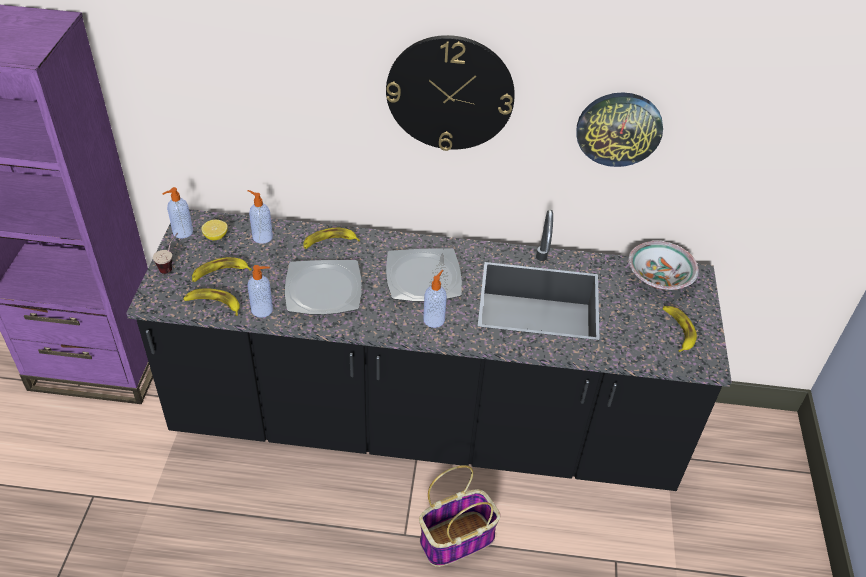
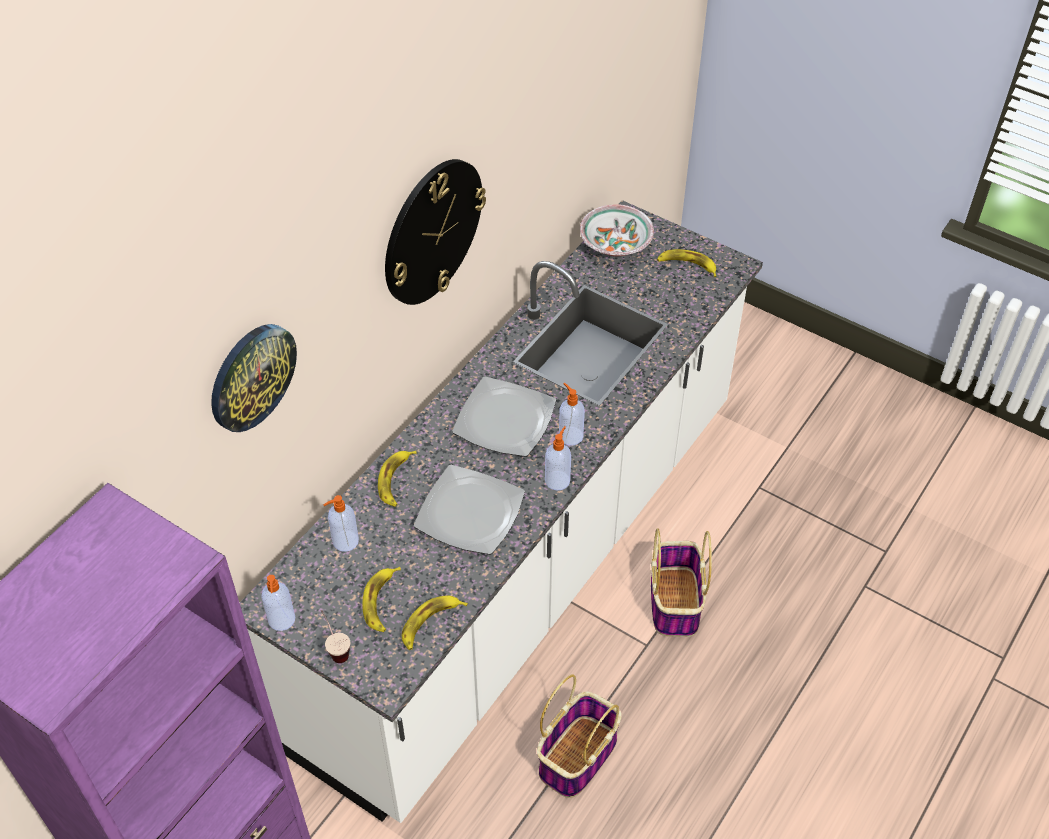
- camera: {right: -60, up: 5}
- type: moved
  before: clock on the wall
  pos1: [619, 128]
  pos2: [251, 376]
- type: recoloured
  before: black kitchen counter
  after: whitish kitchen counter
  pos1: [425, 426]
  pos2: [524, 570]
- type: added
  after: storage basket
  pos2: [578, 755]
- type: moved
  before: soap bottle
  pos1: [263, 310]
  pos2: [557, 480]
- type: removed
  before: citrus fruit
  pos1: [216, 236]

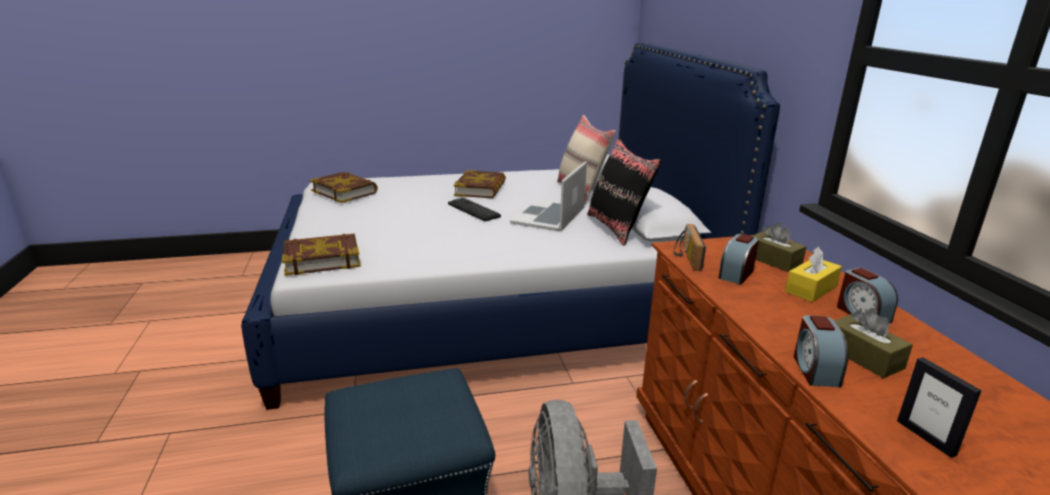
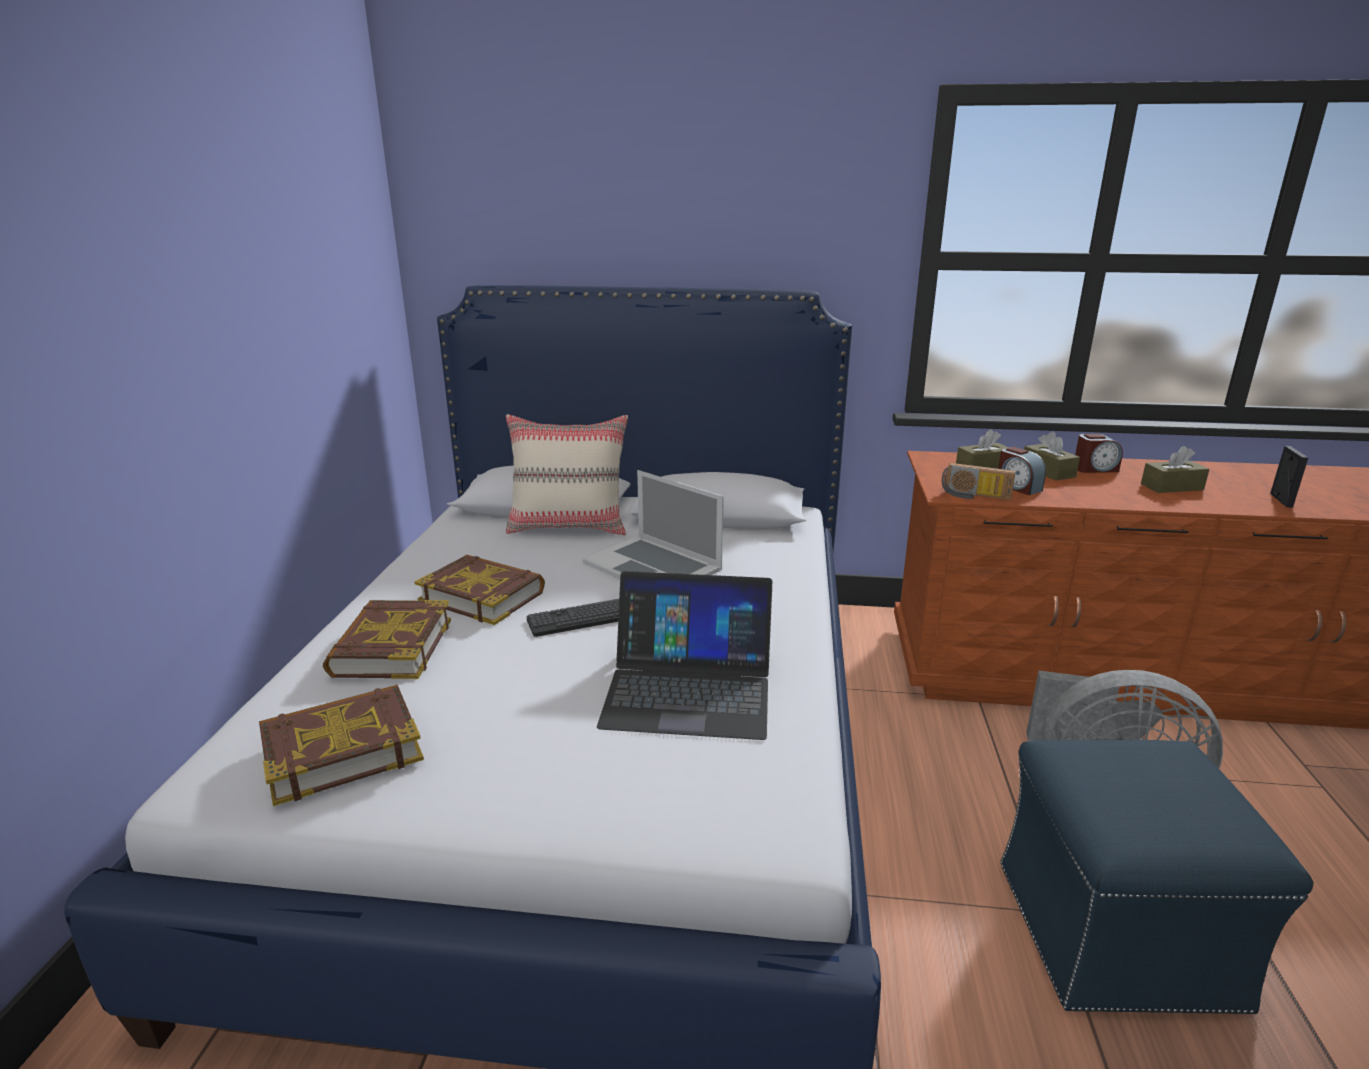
- camera: {right: -70, up: 0}
- type: moved
  before: volume
  pos1: [322, 259]
  pos2: [391, 647]
- type: added
  after: portable computer
  pos2: [688, 689]
- type: recoloured
  before: yellow tissue holder
  after: brown-coloured tissue holder
  pos1: [811, 289]
  pos2: [1048, 471]
- type: turned
  before: picture frame
  pos1: [926, 437]
  pos2: [1280, 500]
  turn: -75
- type: removed
  before: black pillow
  pos1: [617, 228]
- type: removed
  before: table clock
  pos1: [815, 369]

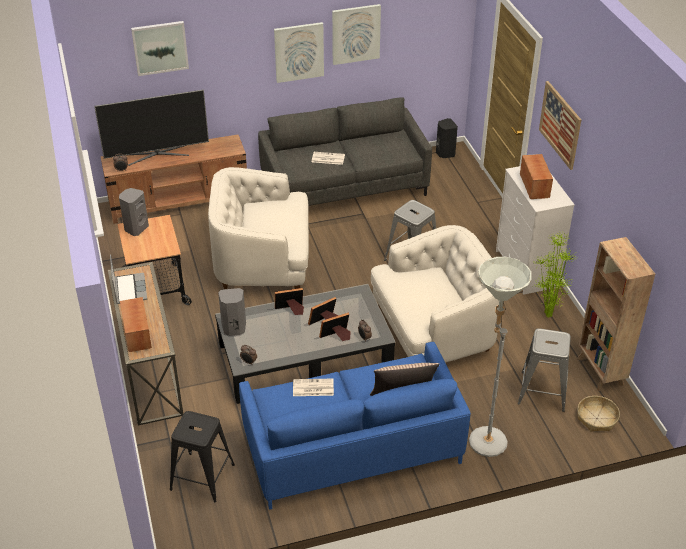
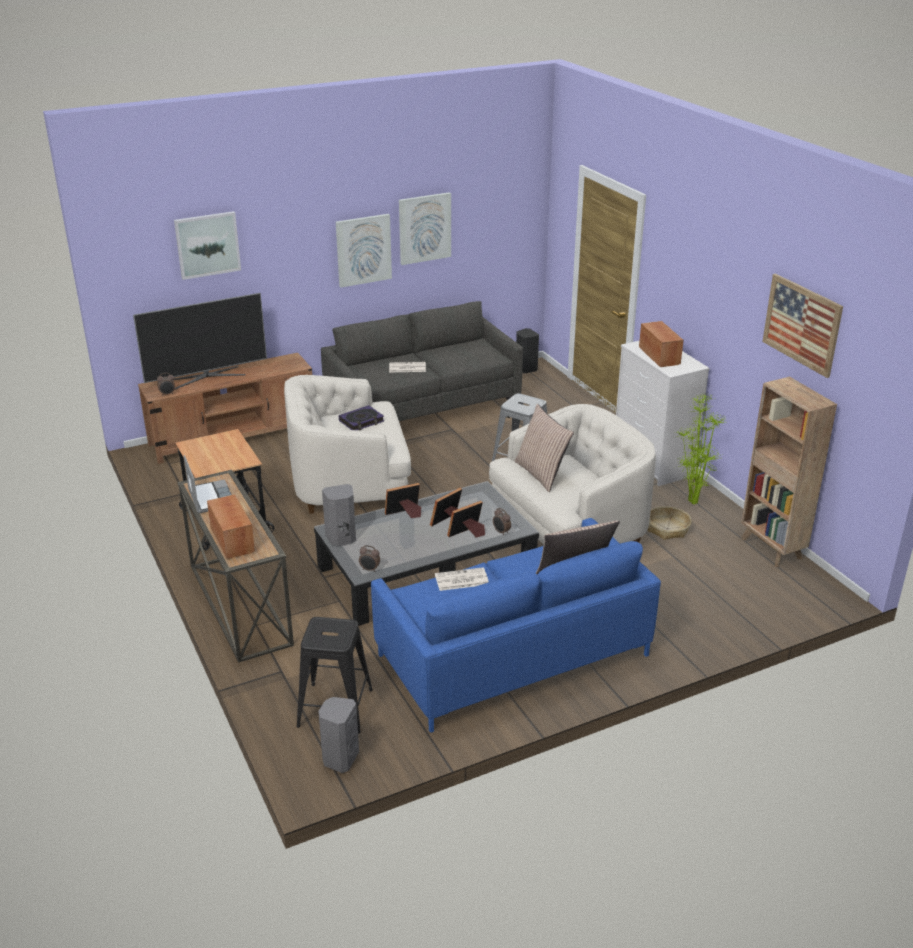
- camera: {right: -10, up: -10}
- type: moved
  before: grey speaker
  pos1: [136, 228]
  pos2: [339, 758]
- type: added
  after: volume
  pos2: [361, 421]
- type: added
  after: pillow
  pos2: [541, 474]
- type: moved
  before: storage basket
  pos1: [597, 418]
  pos2: [667, 529]
- type: moved
  before: wall art
  pos1: [560, 124]
  pos2: [802, 324]
- type: removed
  before: grey standing lamp
  pos1: [484, 436]
- type: removed
  before: grey sitting stool
  pos1: [542, 391]

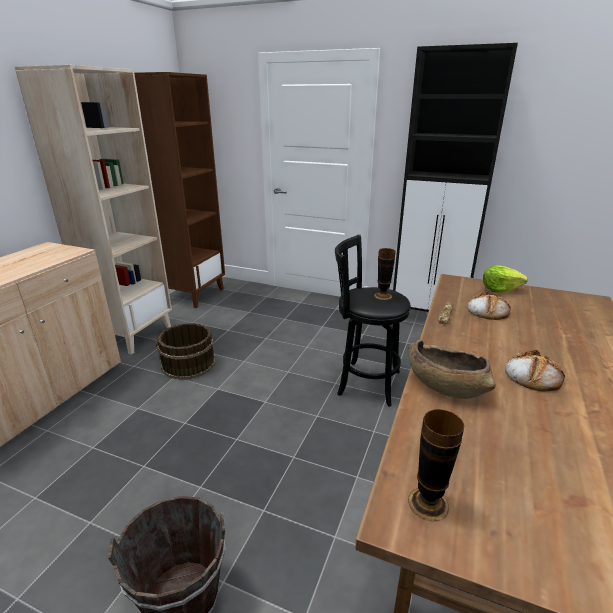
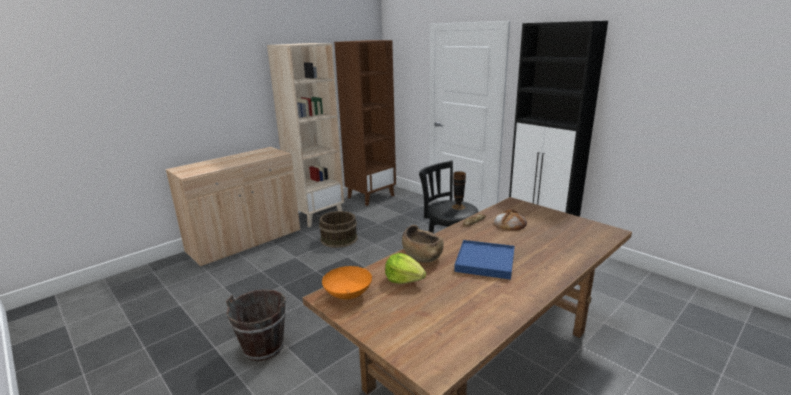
- camera: {right: 25, up: -5}
- type: replaced
  before: flower vase
  after: orangey bowl
  pos1: [428, 503]
  pos2: [347, 295]
- type: moved
  before: lettuce
  pos1: [499, 289]
  pos2: [404, 279]
- type: replaced
  before: bakery bread
  after: blue-coloured tray
  pos1: [532, 375]
  pos2: [485, 261]

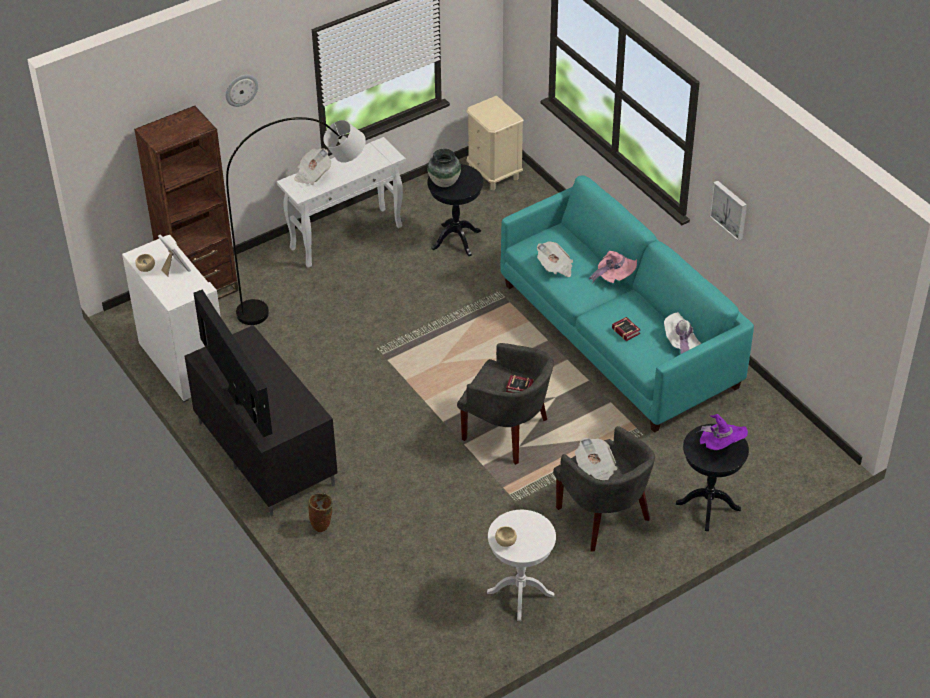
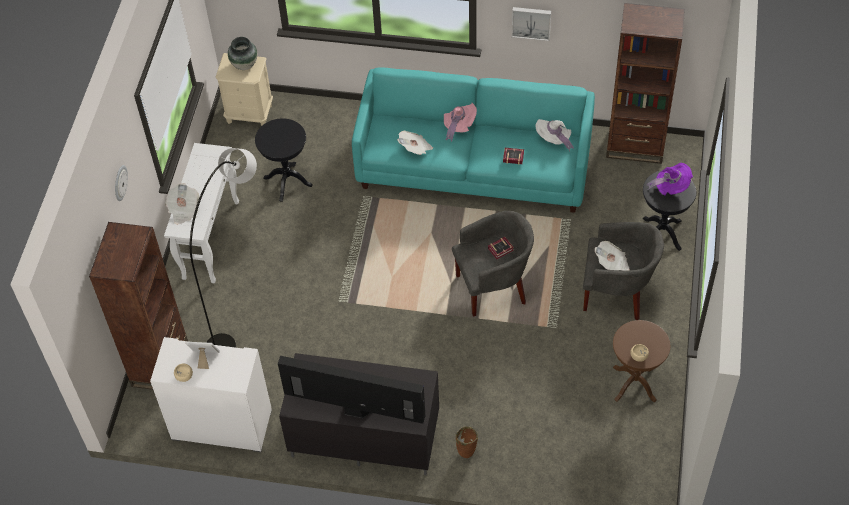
- camera: {right: -45, up: 10}
- type: moved
  before: flower vase
  pos1: [444, 183]
  pos2: [245, 65]
- type: added
  after: brown-coloured bookshelf
  pos2: [635, 146]
- type: recoloured
  before: whitish accent table
  after: brown-coloured accent table
  pos1: [520, 593]
  pos2: [634, 384]

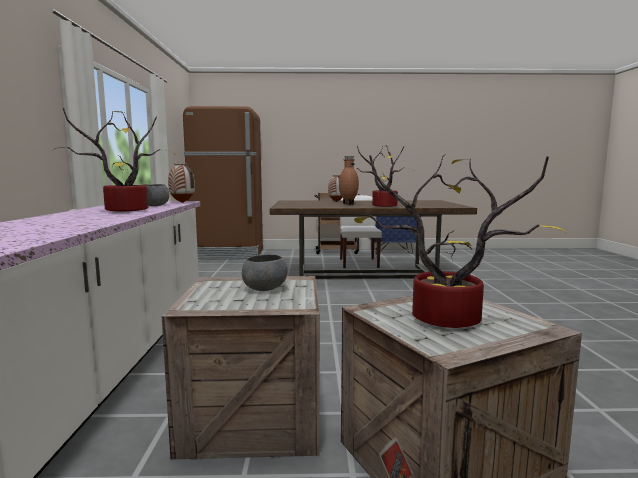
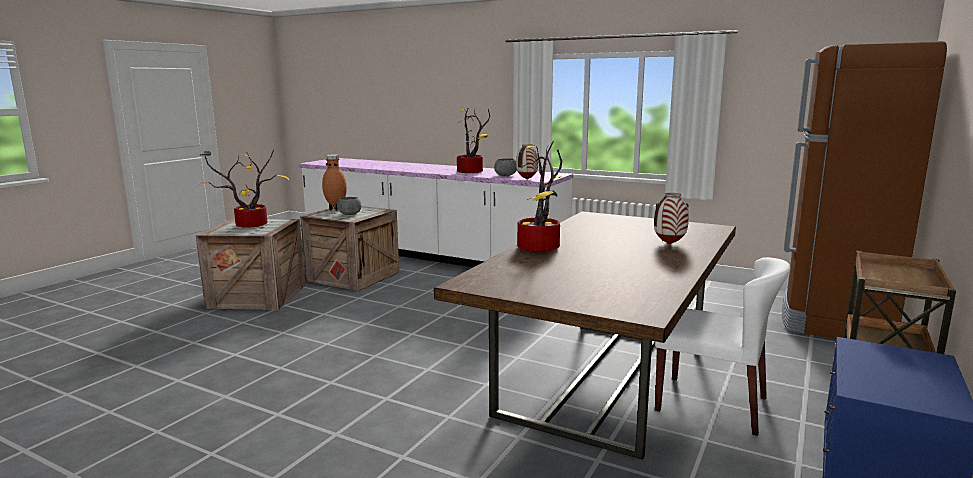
- camera: {right: 120, up: 5}
- type: moved
  before: brown-coloured flower vase
  pos1: [348, 204]
  pos2: [336, 209]

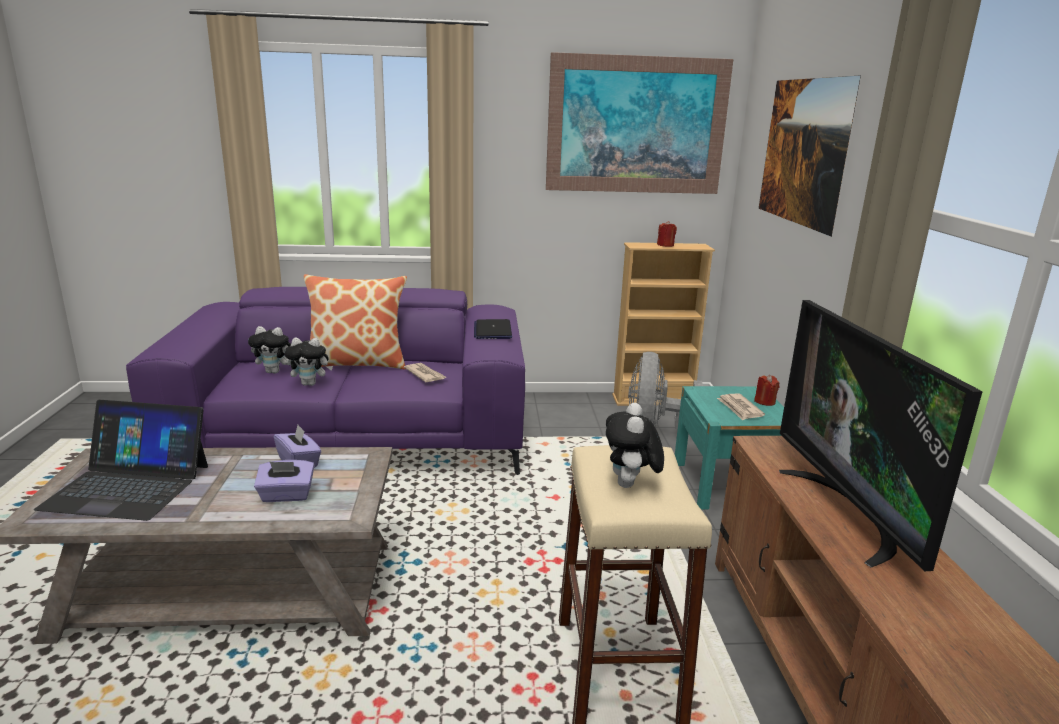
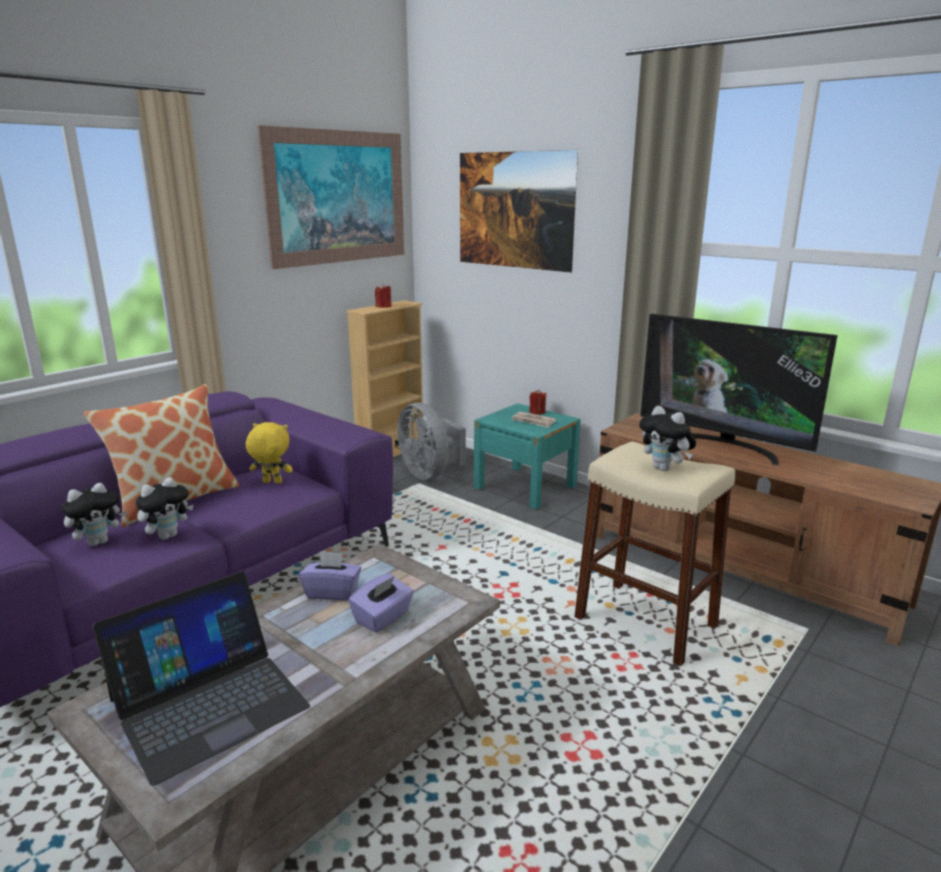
- camera: {right: -45, up: 0}
- type: replaced
  before: newspaper
  after: yellow cuddly toy
  pos1: [425, 374]
  pos2: [271, 483]
- type: removed
  before: portable computer
  pos1: [492, 330]

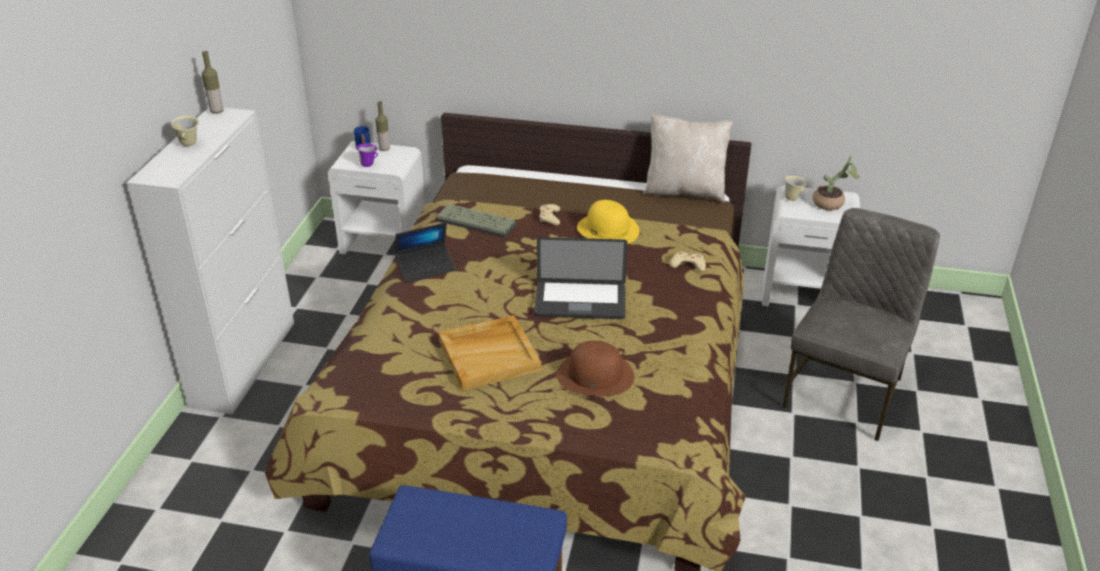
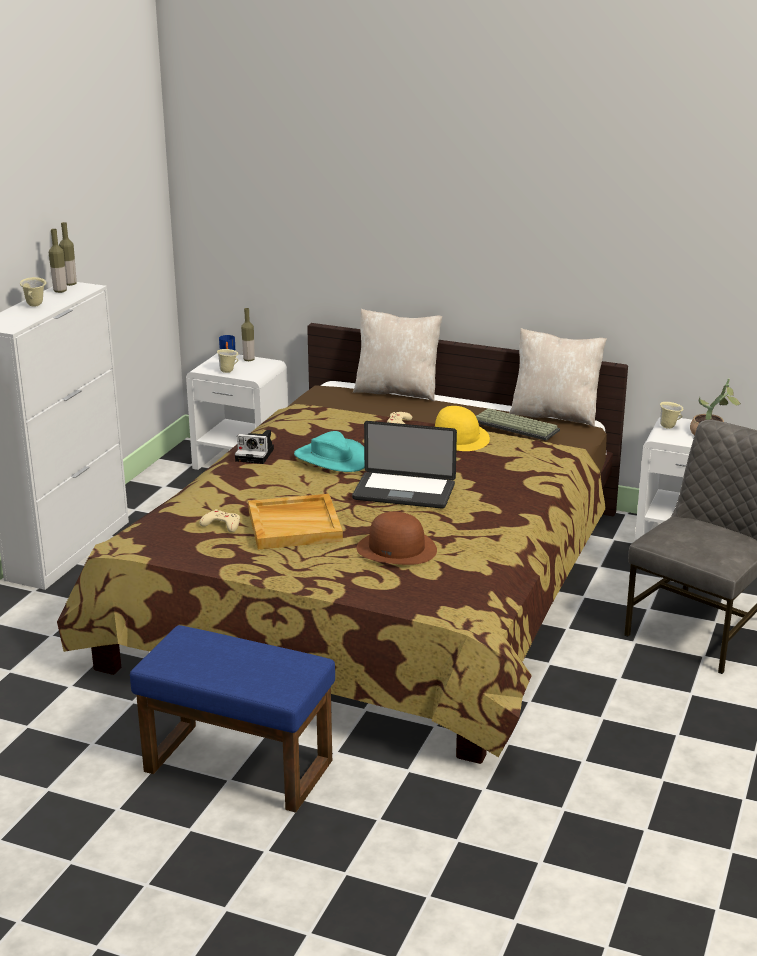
- camera: {right: 10, up: -10}
- type: added
  after: drink bottle
  pos2: [60, 291]
- type: moved
  before: beige-coloured game controller
  pos1: [688, 264]
  pos2: [222, 524]
- type: recoloured
  before: purplish mug
  after: beige-coloured mug
  pos1: [368, 165]
  pos2: [228, 371]
- type: replaced
  before: portable computer
  after: photo camera
  pos1: [426, 268]
  pos2: [256, 455]
- type: added
  after: blue-green clothing hat
  pos2: [331, 458]
- type: added
  after: beige-coloured pillow
  pos2: [397, 391]
- type: moved
  before: keyboard
  pos1: [477, 221]
  pos2: [517, 426]

